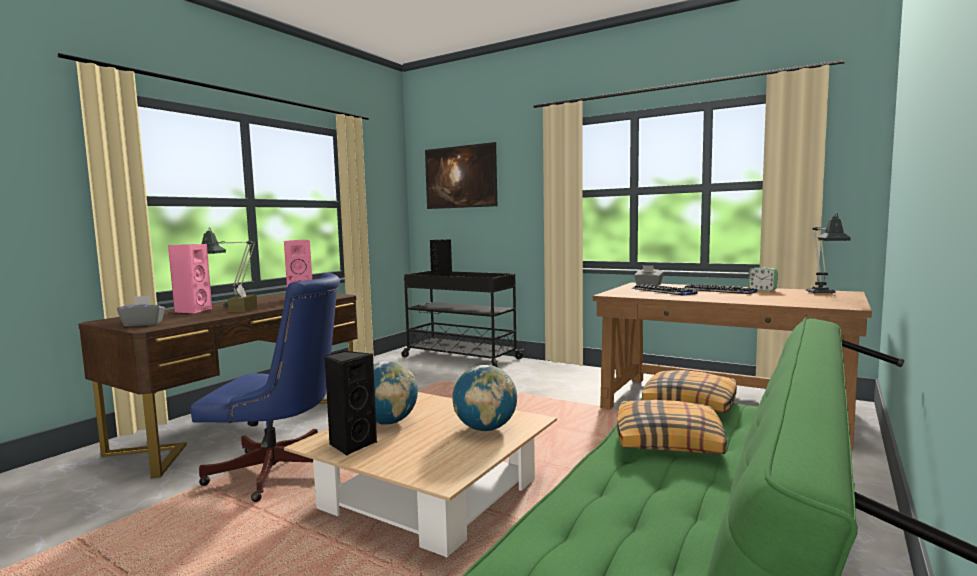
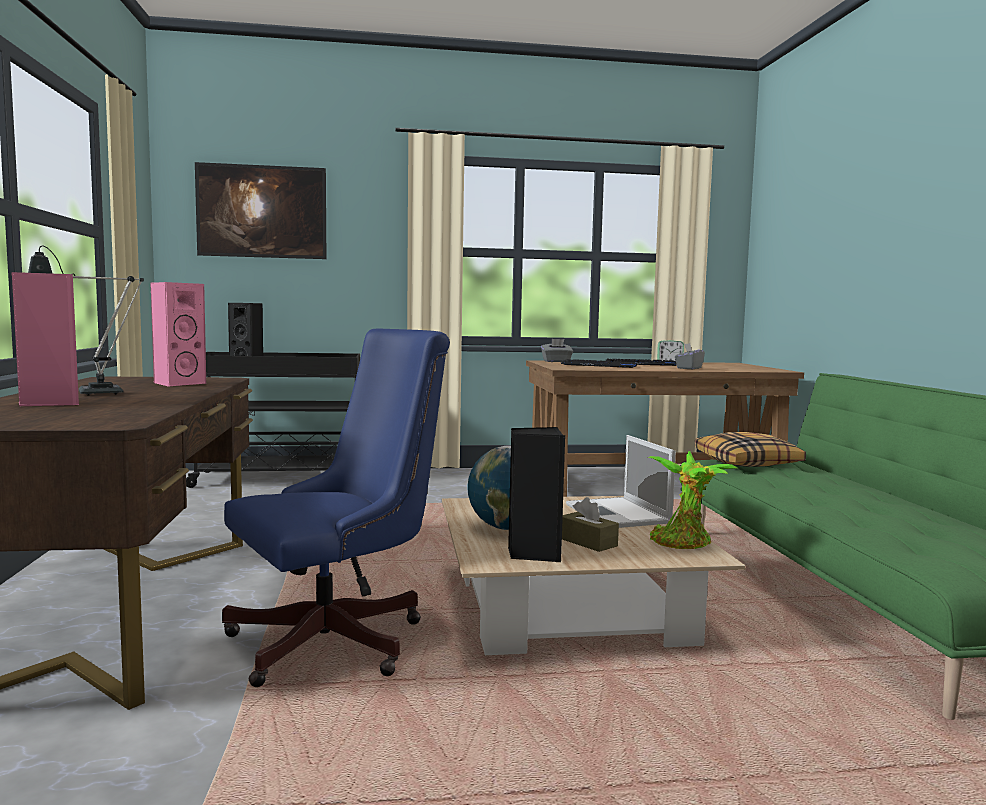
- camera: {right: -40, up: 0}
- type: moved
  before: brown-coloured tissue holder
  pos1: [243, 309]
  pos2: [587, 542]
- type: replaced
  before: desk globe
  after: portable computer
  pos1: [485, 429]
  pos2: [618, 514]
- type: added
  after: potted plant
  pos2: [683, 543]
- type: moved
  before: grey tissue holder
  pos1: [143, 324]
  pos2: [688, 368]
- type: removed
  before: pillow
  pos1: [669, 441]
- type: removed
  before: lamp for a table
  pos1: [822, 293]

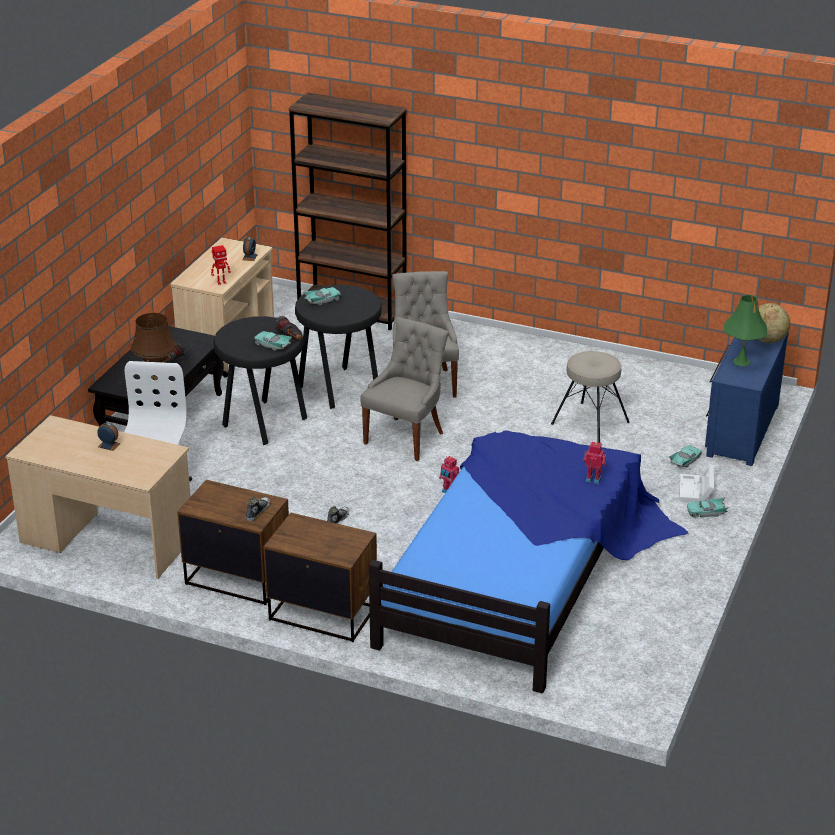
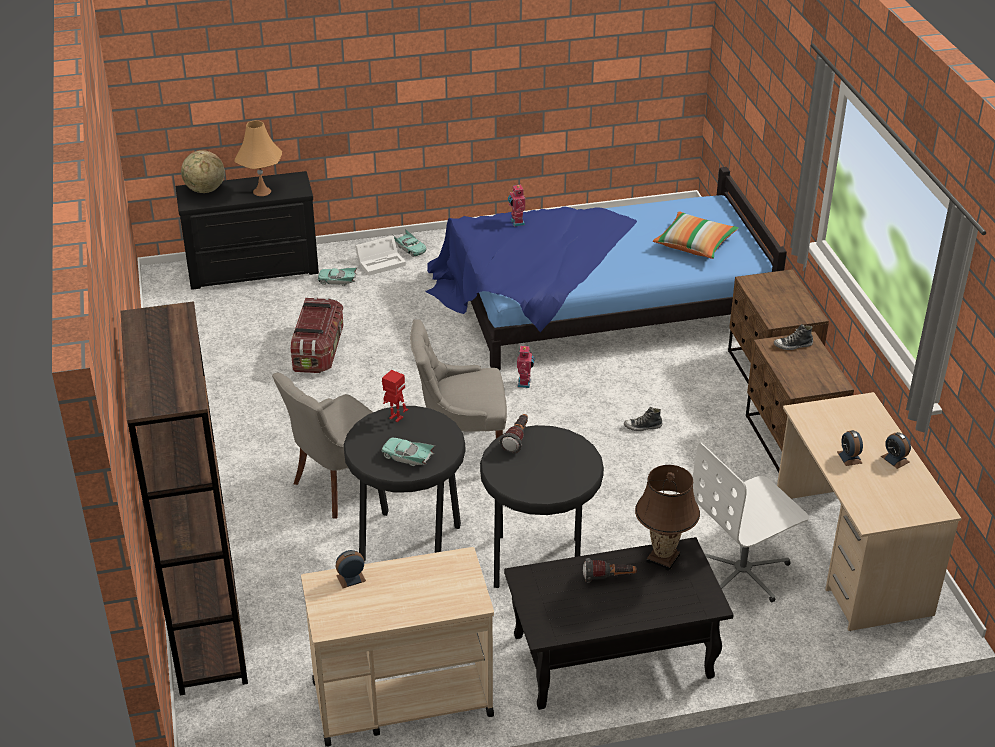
- camera: {right: -125, up: 5}
- type: recoloured
  before: blue-coloured dresser
  after: black dresser
  pos1: [739, 429]
  pos2: [253, 270]
- type: recoloured
  before: green lamp for a table
  after: orangey lamp for a table
  pos1: [741, 361]
  pos2: [262, 191]
- type: replaced
  before: beige-coloured sitting stool
  after: storage container
  pos1: [590, 422]
  pos2: [318, 350]
- type: moved
  before: model robot
  pos1: [221, 282]
  pos2: [395, 418]
- type: added
  after: pillow
  pos2: [694, 244]
- type: added
  after: table clock
  pos2: [895, 459]
- type: removed
  before: blue-green model car
  pos1: [272, 345]

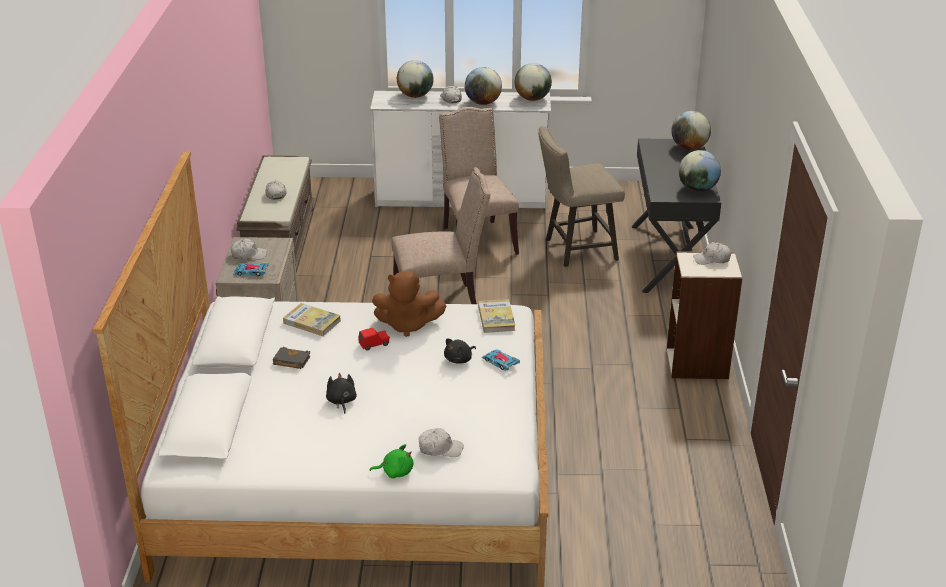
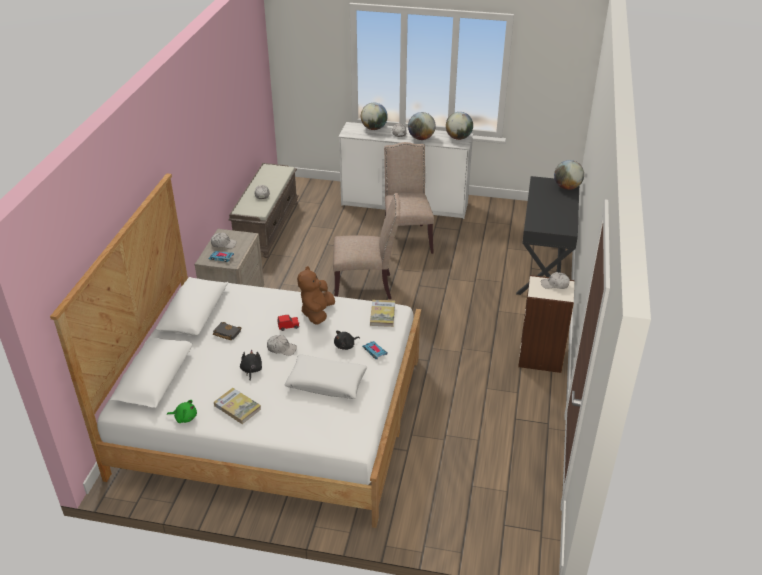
- camera: {right: 10, up: 5}
- type: moved
  before: green cuddly toy
  pos1: [395, 472]
  pos2: [184, 417]
- type: moved
  before: volume
  pos1: [312, 322]
  pos2: [237, 407]
- type: moved
  before: whitish peaked cap
  pos1: [440, 448]
  pos2: [281, 348]
- type: added
  after: whitish pillow
  pos2: [326, 382]
- type: turned
  before: brown-coloured cuddly toy
  pos1: [407, 325]
  pos2: [317, 313]
  turn: 90
- type: removed
  before: beige-coloured sitting stool
  pos1: [575, 250]
- type: removed
  before: desk globe
  pos1: [697, 189]

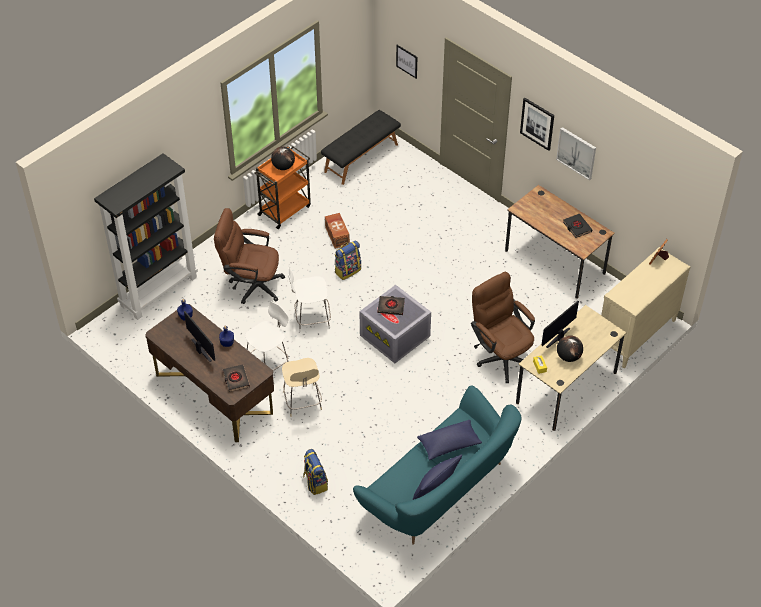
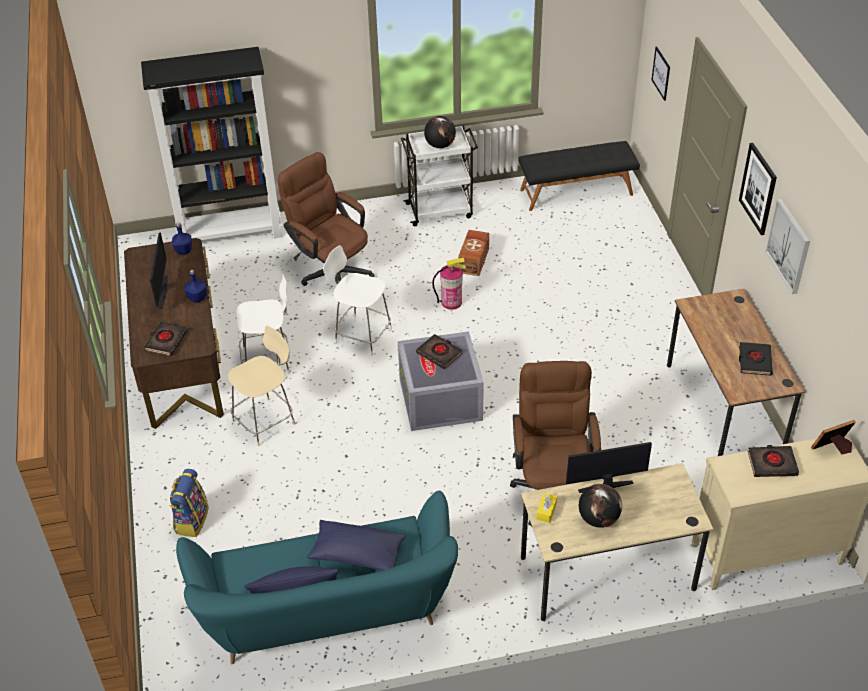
- camera: {right: 35, up: -5}
- type: turned
  before: beige-coloured chair
  pos1: [302, 402]
  pos2: [265, 421]
  turn: -150
- type: recoloured
  before: orangey cart
  after: whitish cart
  pos1: [285, 210]
  pos2: [440, 210]
- type: replaced
  before: backpack
  after: extinguisher
  pos1: [347, 270]
  pos2: [451, 302]
- type: added
  after: black volume
  pos2: [772, 464]

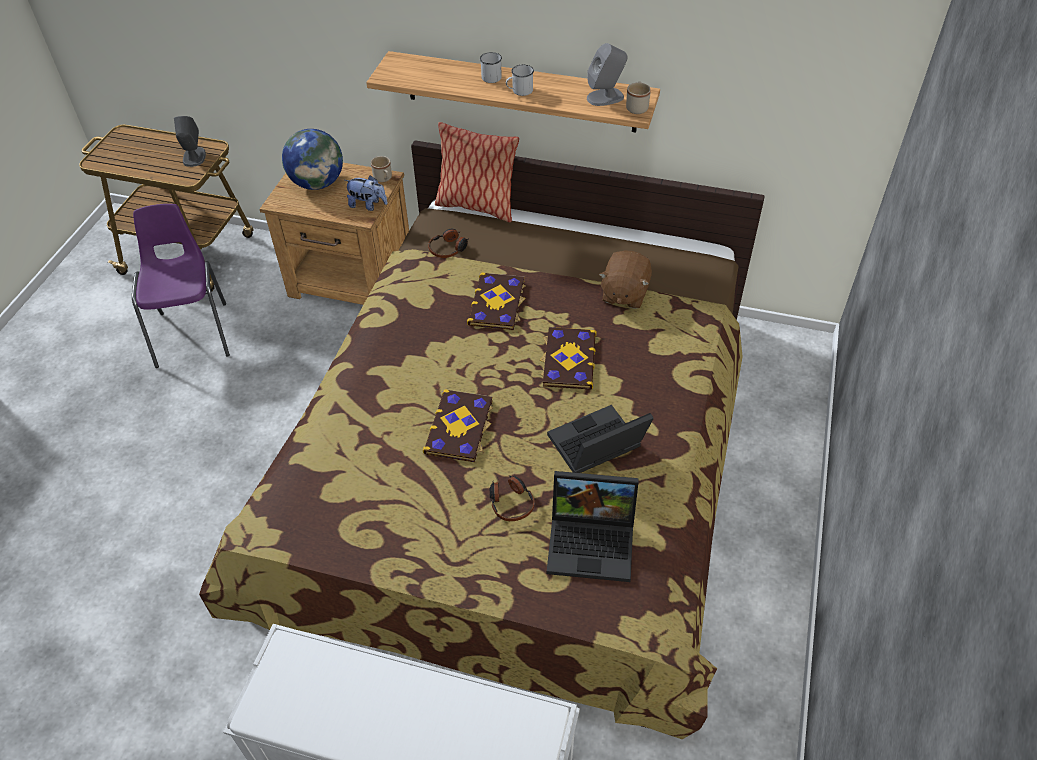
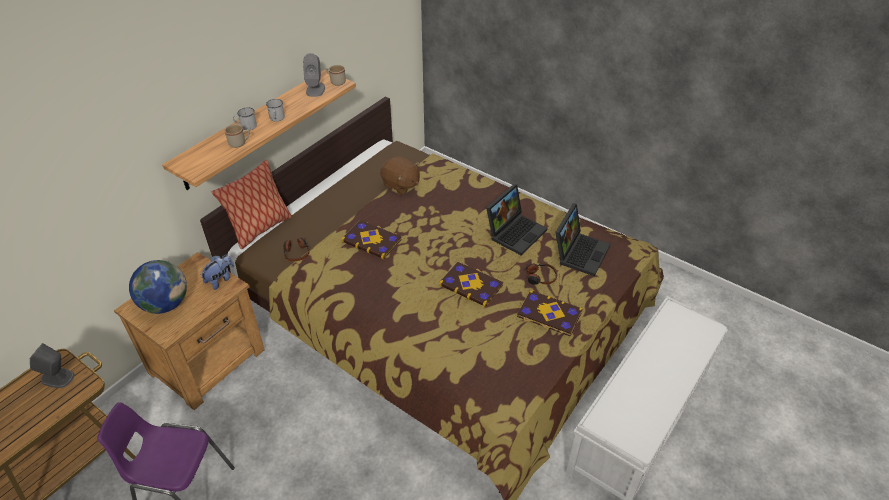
- camera: {right: -70, up: -5}
- type: moved
  before: beige-coloured mug
  pos1: [384, 179]
  pos2: [240, 143]
- type: turned
  before: portable computer
  pos1: [596, 448]
  pos2: [515, 232]
  turn: -135
- type: moved
  before: volume
  pos1: [568, 359]
  pos2: [549, 315]

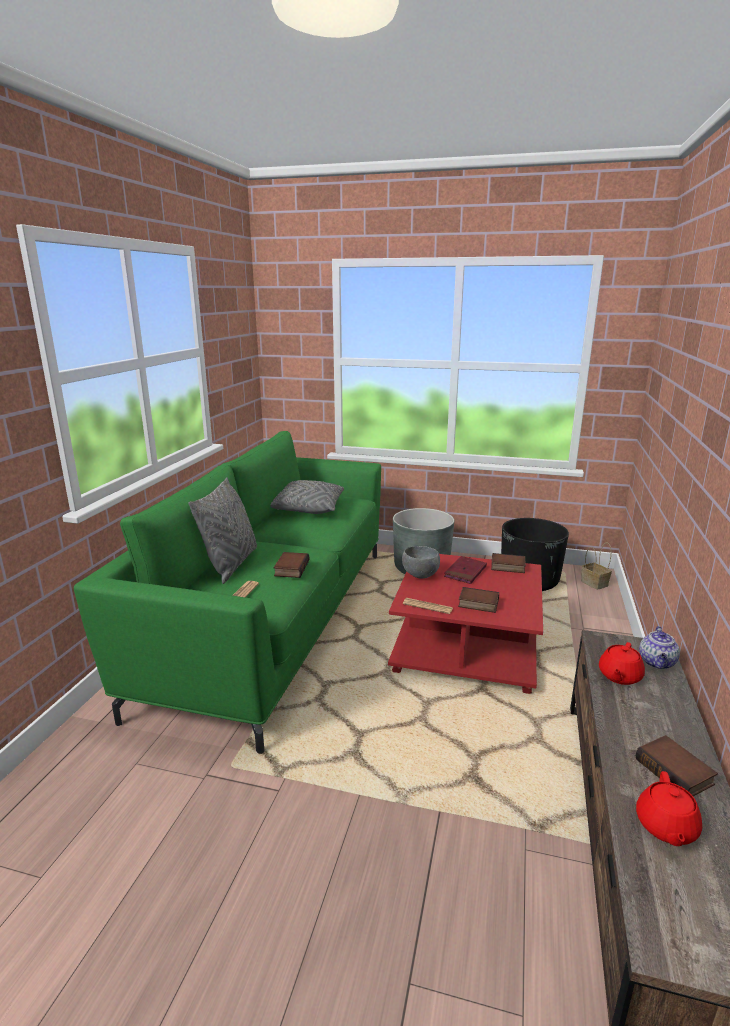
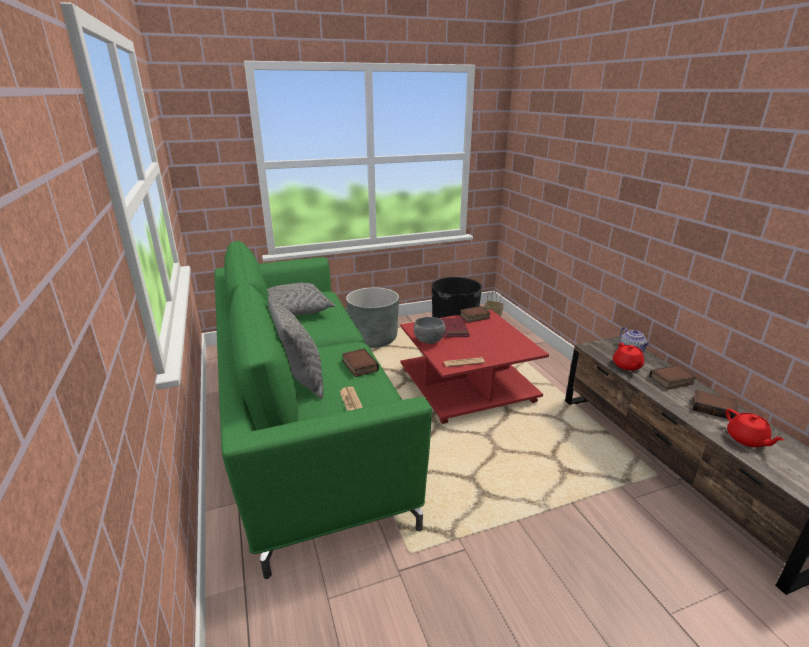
- camera: {right: -35, up: 5}
- type: moved
  before: volume
  pos1: [477, 604]
  pos2: [671, 381]

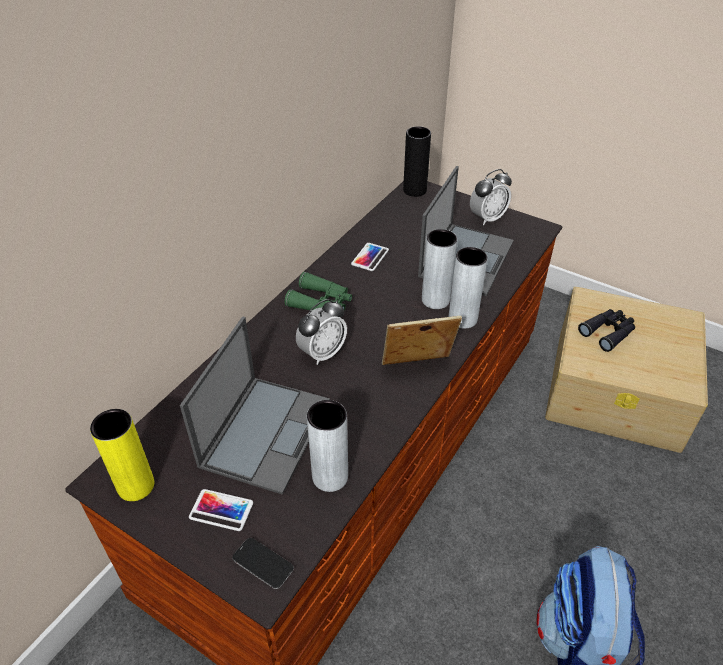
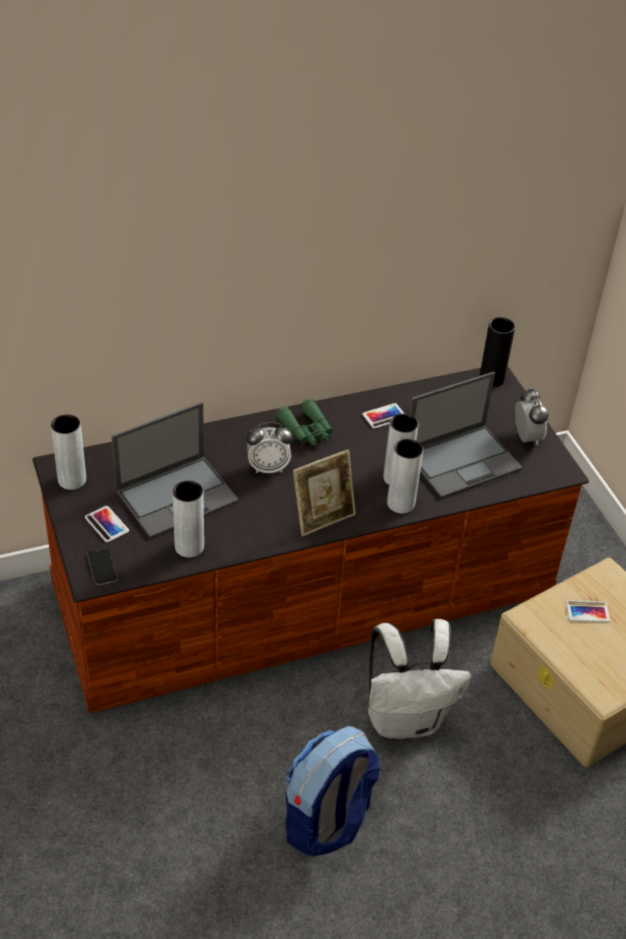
- camera: {right: 35, up: 0}
- type: recoloured
  before: yellow flower vase
  after: grey flower vase
  pos1: [136, 485]
  pos2: [72, 480]
- type: turned
  before: picture frame
  pos1: [417, 369]
  pos2: [323, 517]
  turn: 120
- type: added
  after: whitish backpack
  pos2: [406, 719]
- type: turned
  before: table clock
  pos1: [487, 218]
  pos2: [526, 437]
  turn: -105
- type: replaced
  before: black binoculars
  after: handset
  pos1: [608, 332]
  pos2: [587, 611]

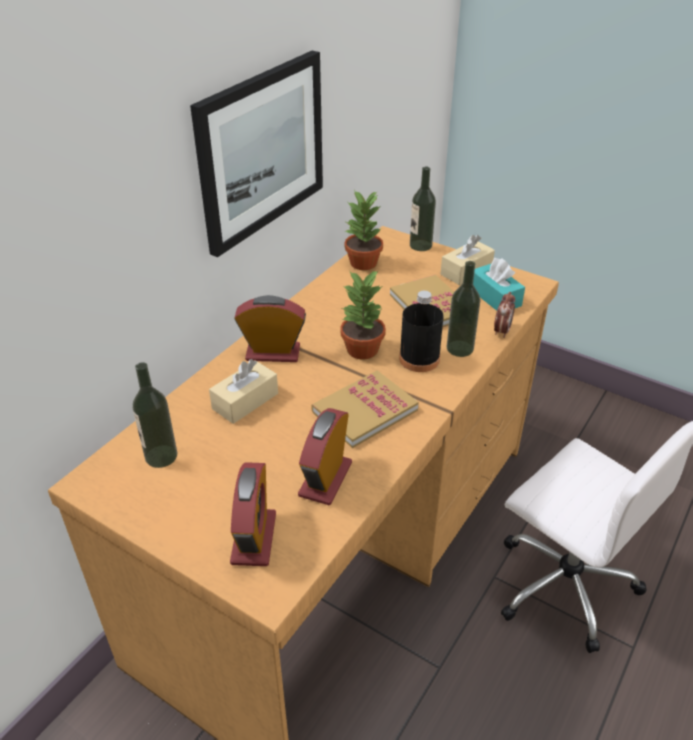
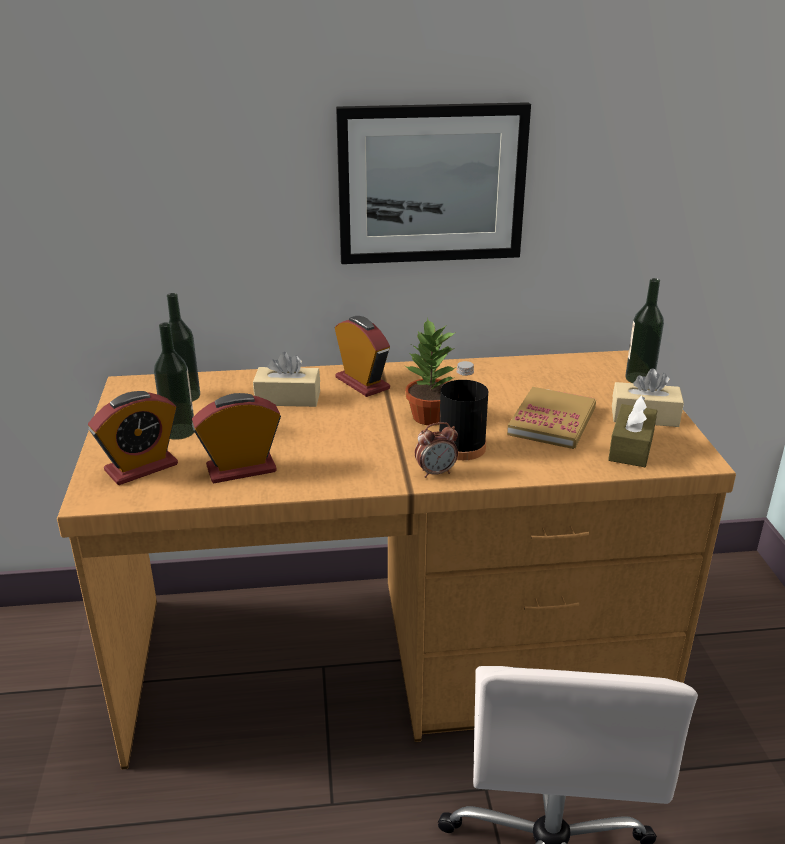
- camera: {right: 50, up: -10}
- type: moved
  before: drink bottle
  pos1: [460, 348]
  pos2: [179, 431]
- type: moved
  before: table clock
  pos1: [502, 331]
  pos2: [436, 472]
- type: recoloured
  before: blue-green tissue holder
  after: brown-coloured tissue holder
  pos1: [495, 297]
  pos2: [631, 447]
- type: removed
  before: volume
  pos1: [364, 411]
- type: removed
  before: potted plant
  pos1: [364, 263]

